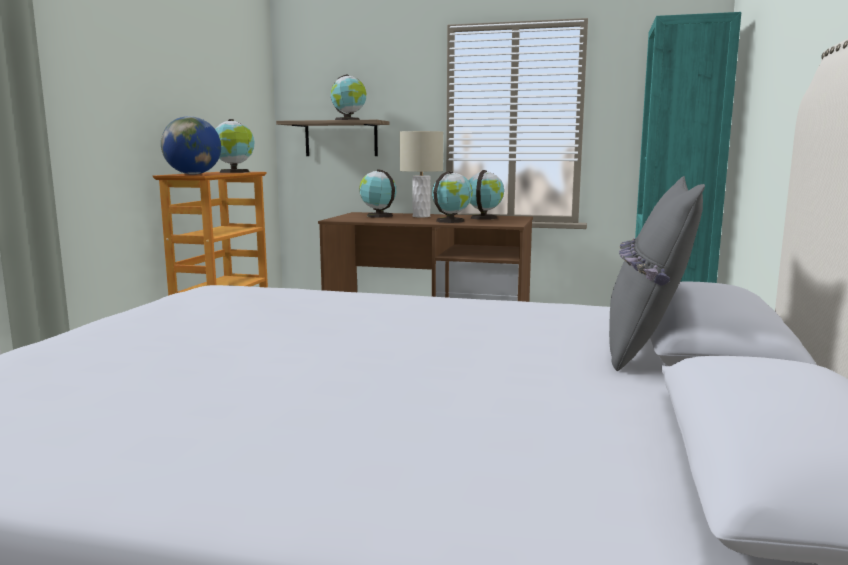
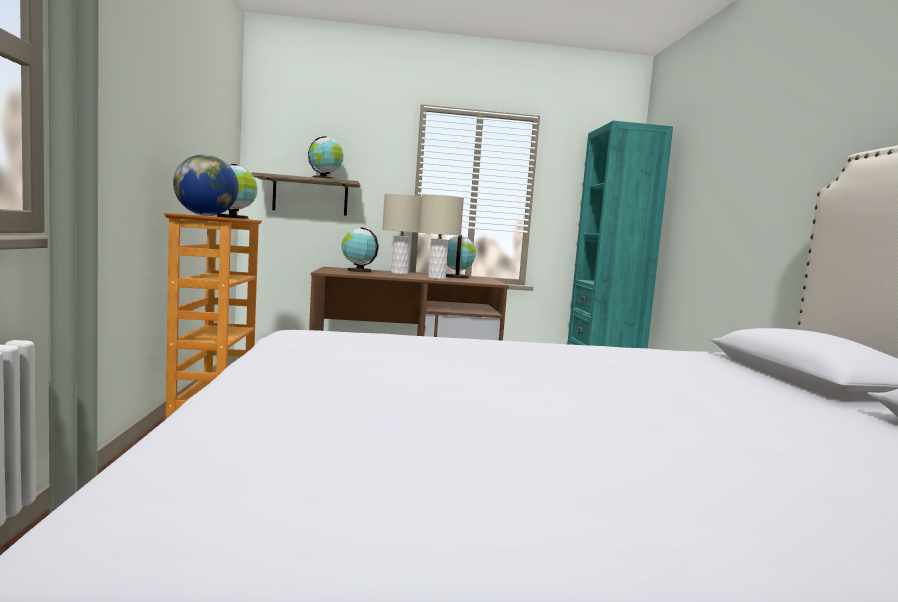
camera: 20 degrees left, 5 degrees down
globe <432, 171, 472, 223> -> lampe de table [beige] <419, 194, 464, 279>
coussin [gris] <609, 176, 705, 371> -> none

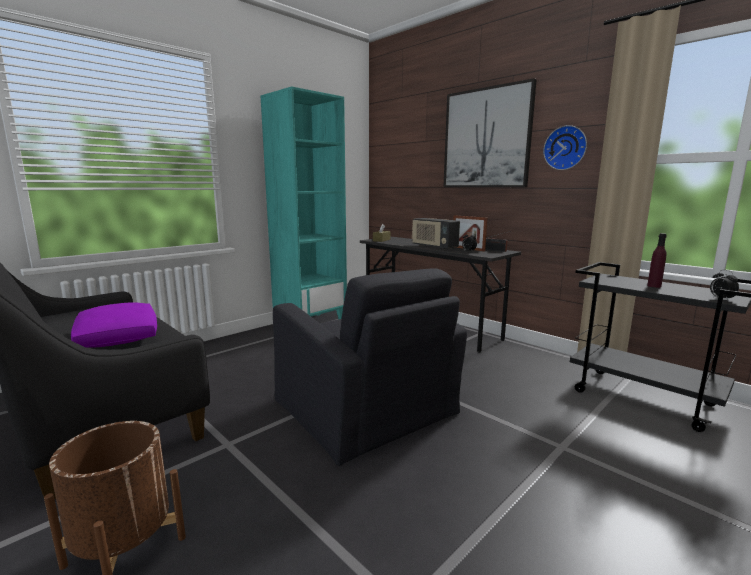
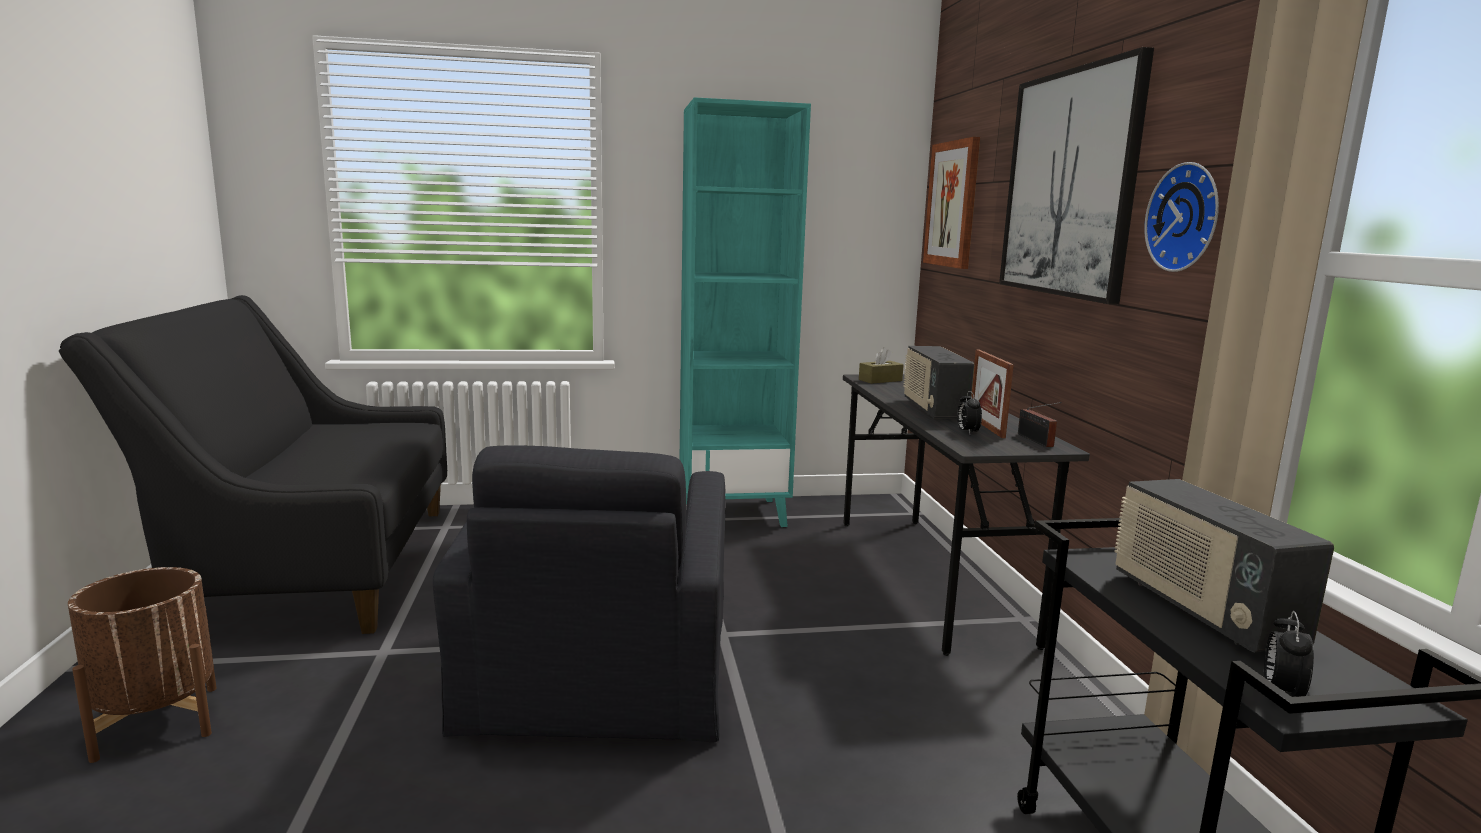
camera: 35 degrees right, 0 degrees up
coussin [violet] <71, 302, 157, 348> -> none
bouteille [violet] <647, 233, 667, 288> -> radio <1114, 479, 1334, 652>
none -> tableau <923, 137, 980, 269>

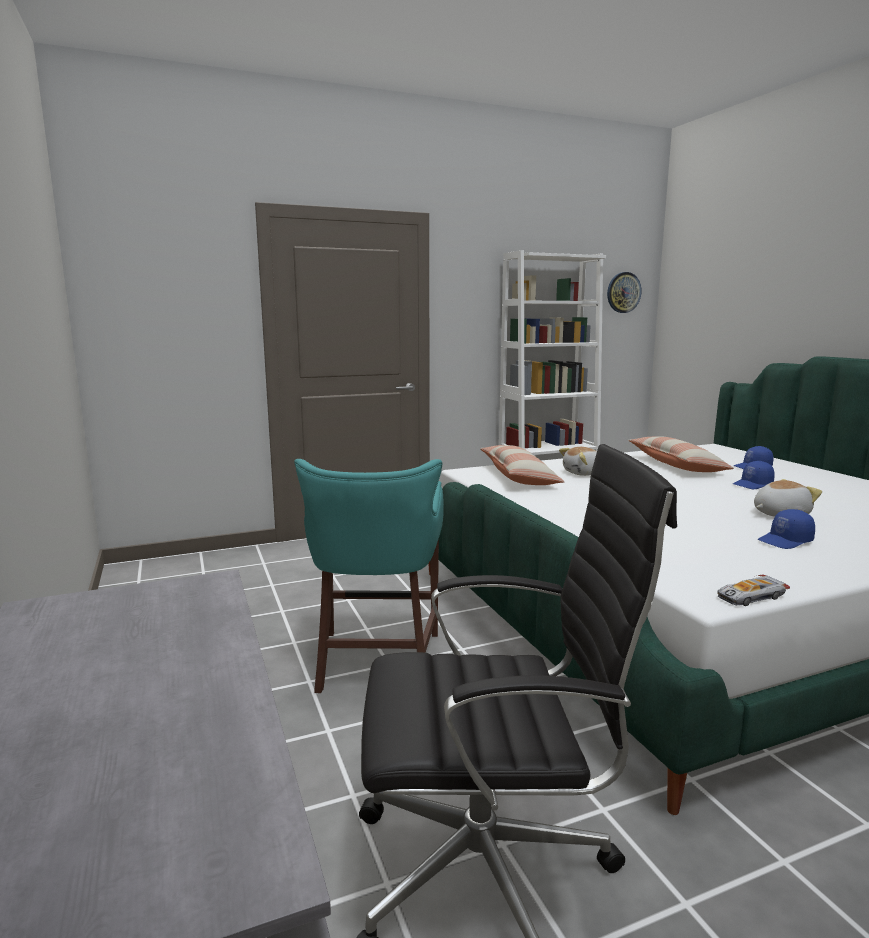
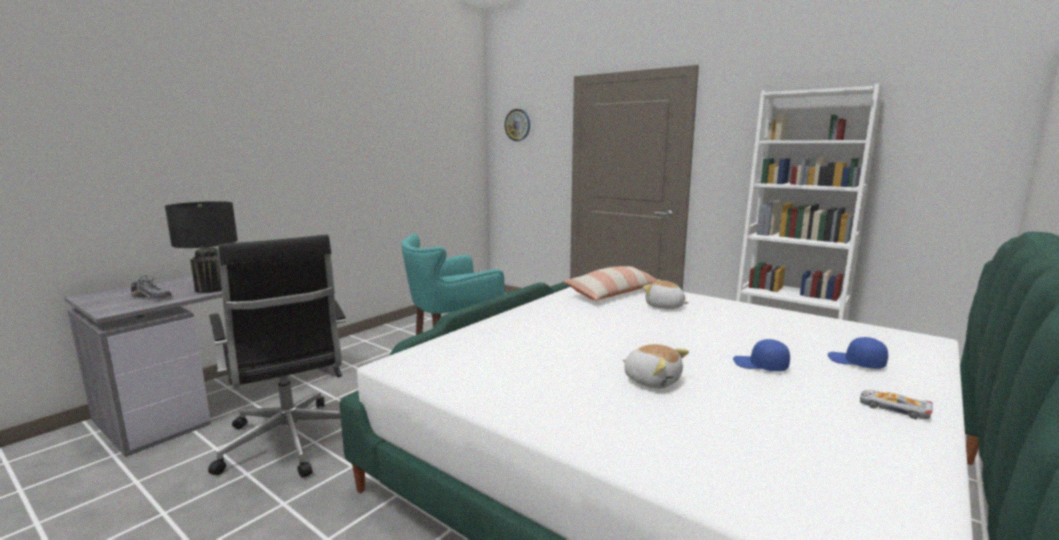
camera: 60 degrees right, 0 degrees up
horloge murale <607, 272, 642, 313> -> horloge murale <505, 109, 530, 141>, shifted
coussin <628, 436, 734, 472> -> none
petite voiture <717, 574, 790, 606> -> petite voiture <860, 390, 933, 419>, shifted
casquette [bleu] <758, 509, 815, 549> -> none
none -> chaussure <131, 275, 171, 300>
none -> lampe de table [noir] <165, 201, 238, 293>

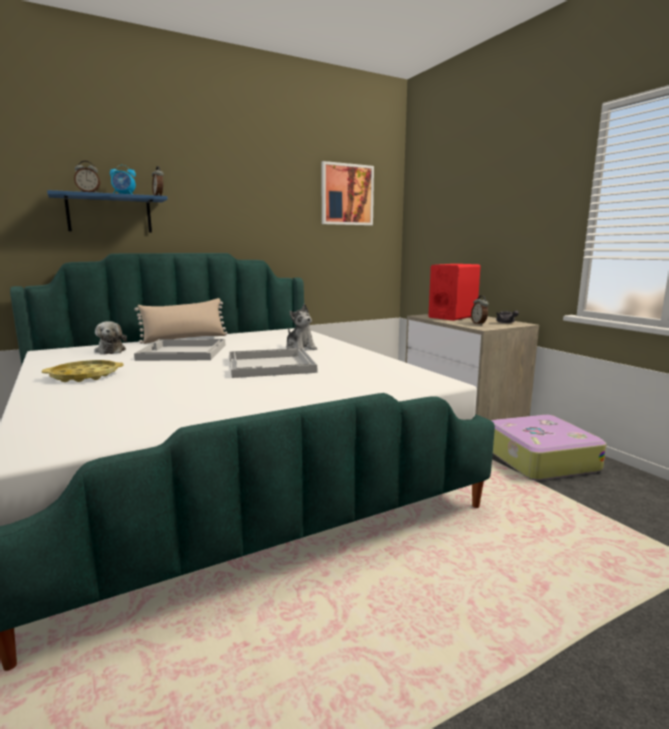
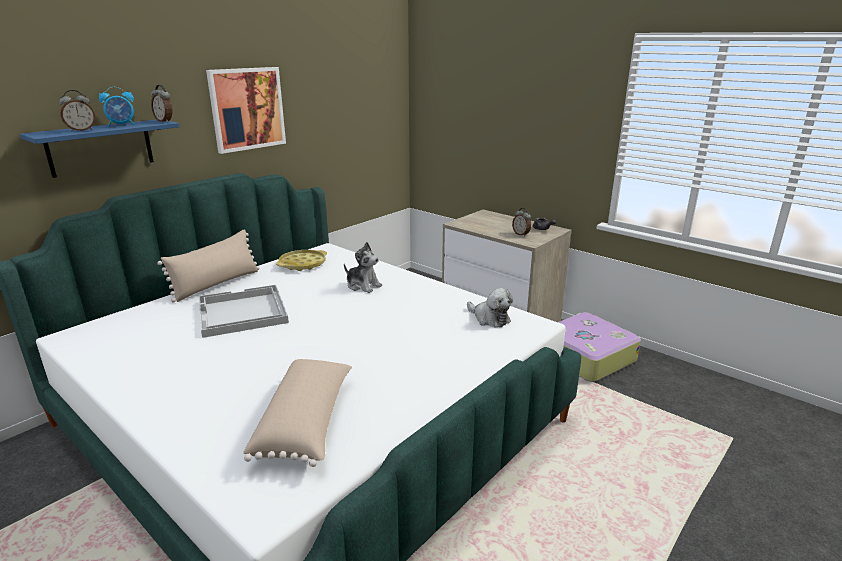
camera: 20 degrees left, 10 degrees up
plateau [jaune] <42, 360, 124, 382> -> plateau [jaune] <276, 250, 327, 271>, shifted
peluche <94, 321, 127, 354> -> peluche <467, 288, 513, 328>, shifted
plateau [blanc] <229, 348, 317, 378> -> none
tableau <321, 161, 374, 226> -> tableau <206, 67, 286, 154>, shifted
enceinte [rouge] <428, 264, 481, 321> -> none
none -> coussin [beige] <243, 359, 352, 467>

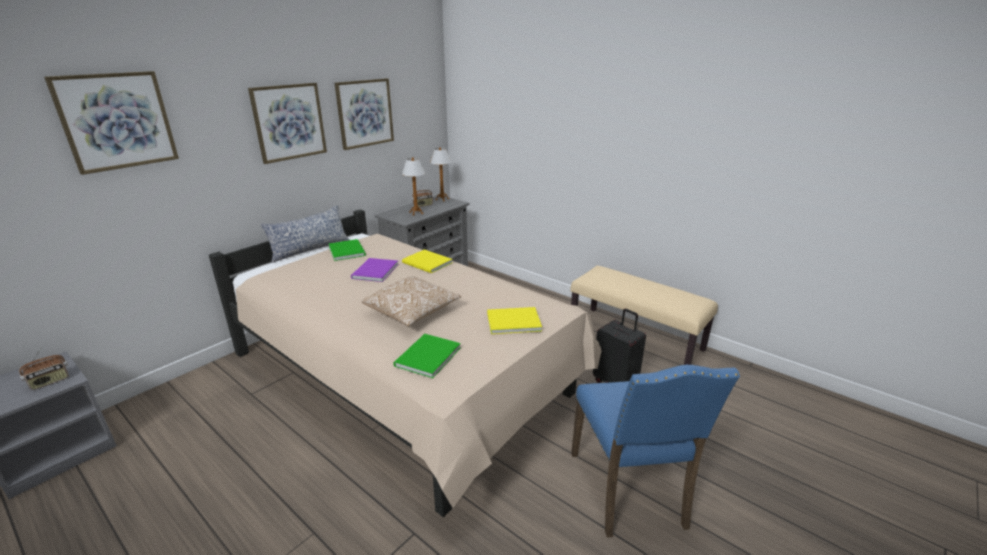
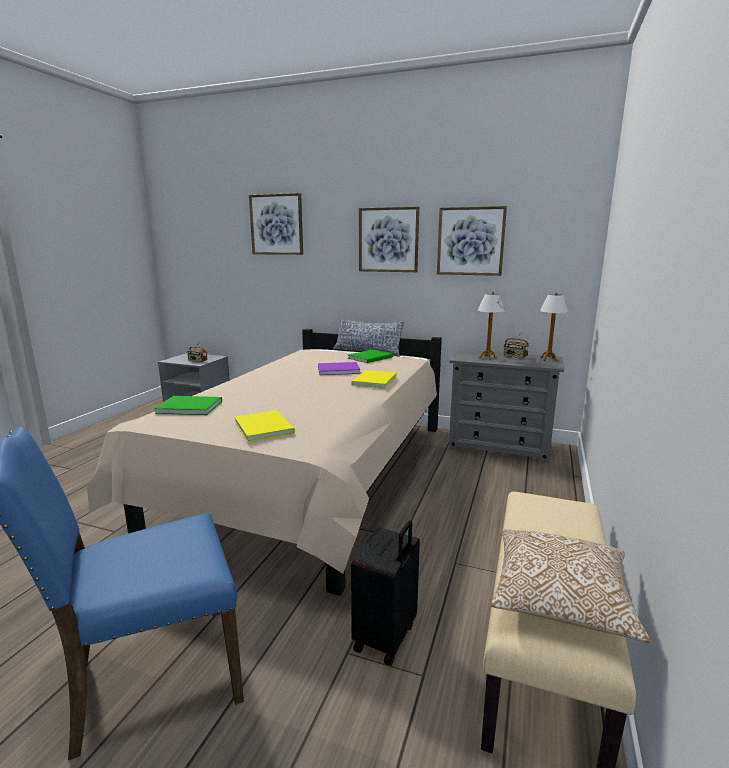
camera: 70 degrees right, 10 degrees down
coussin <362, 276, 461, 326> -> coussin <491, 529, 651, 644>, shifted

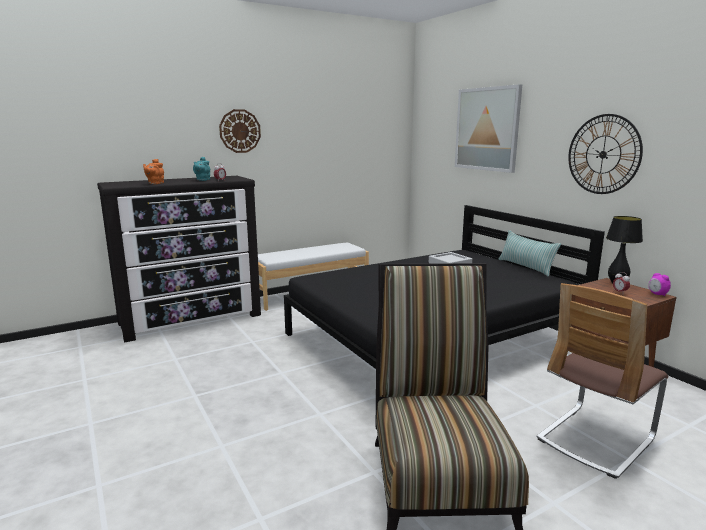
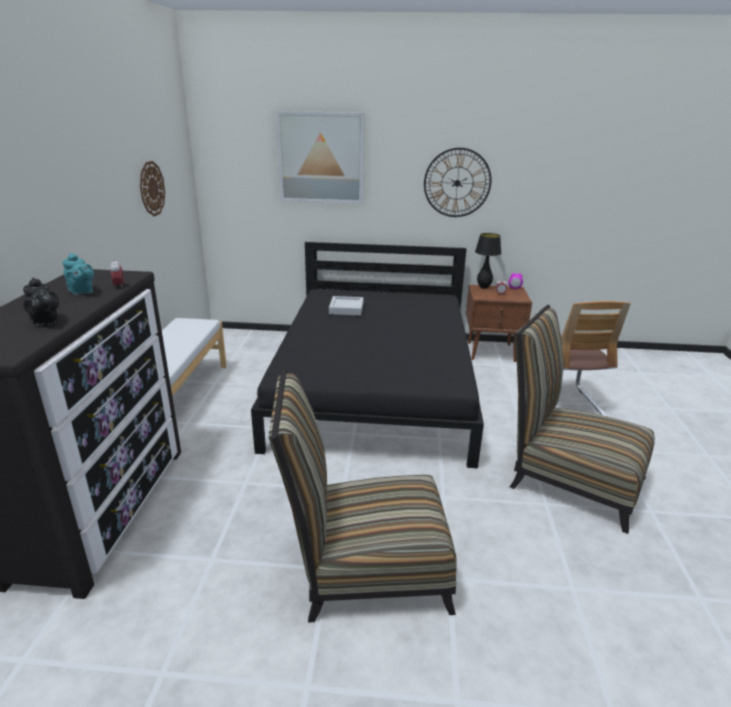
camera: 55 degrees left, 10 degrees up
théière [orange] <143, 159, 164, 184> -> théière [noir] <23, 278, 59, 326>
horloge murale <219, 109, 261, 153> -> horloge murale <140, 161, 165, 216>, shifted
coussin <498, 230, 561, 277> -> none
none -> chaise <269, 369, 457, 622>

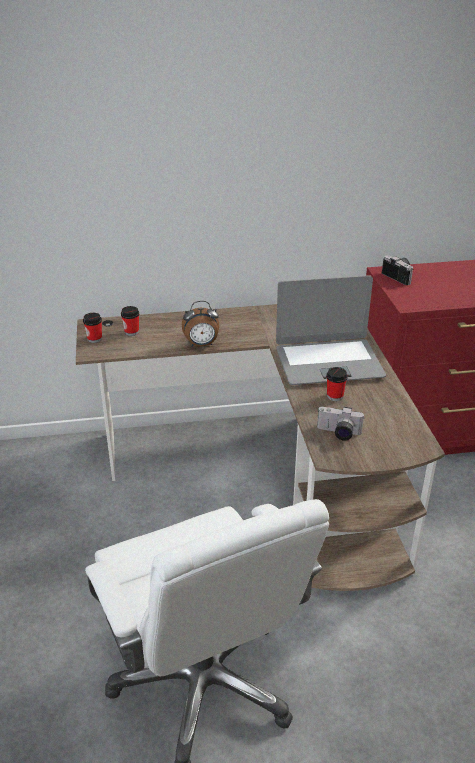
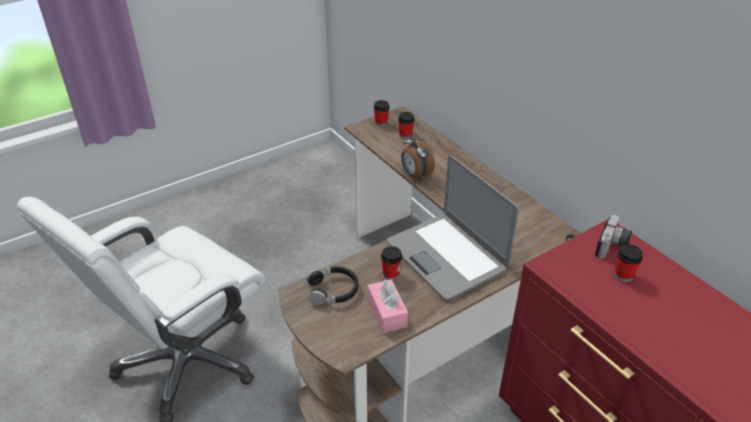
camera: 65 degrees right, 5 degrees up
appareil photo <317, 407, 365, 441> -> casque audio [noir] <306, 267, 358, 305>
none -> boîte à mouchoirs [rose] <368, 279, 408, 333>
none -> tasse <614, 244, 643, 282>

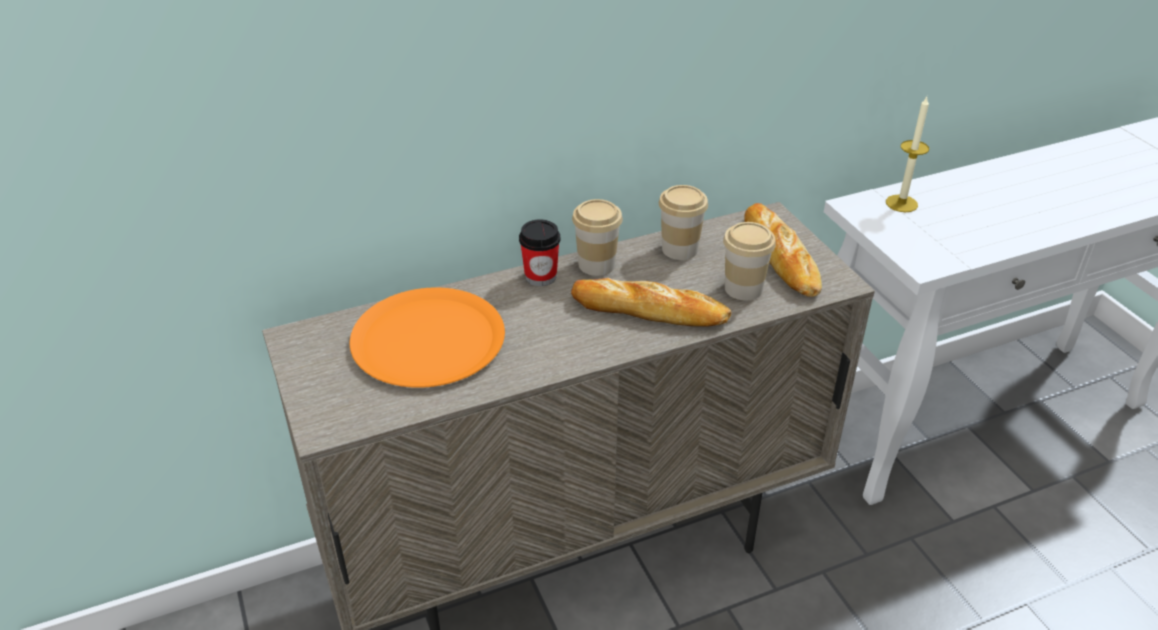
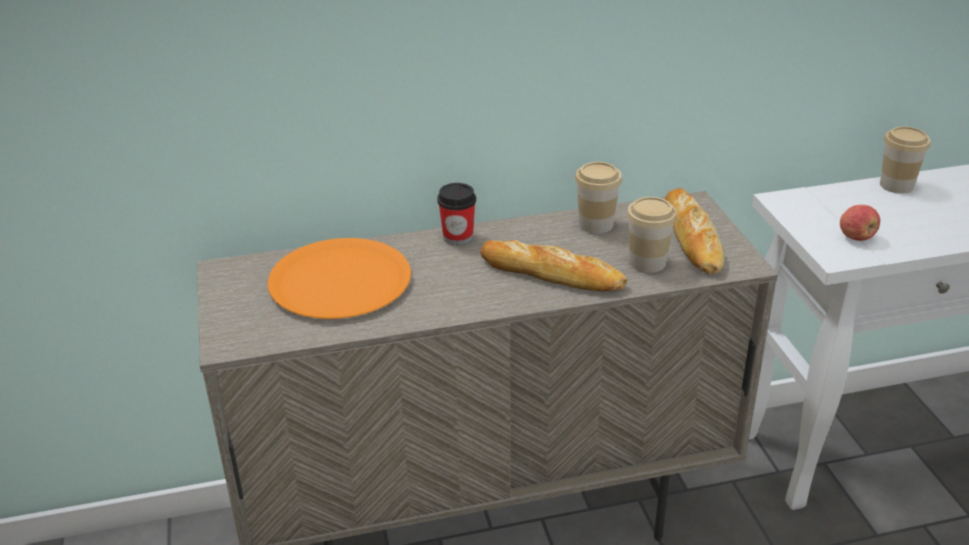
camera: 10 degrees right, 5 degrees down
tasse <572, 199, 623, 276> -> tasse <880, 126, 930, 194>, shifted
bougie <886, 97, 929, 212> -> none
none -> pomme <840, 205, 880, 241>

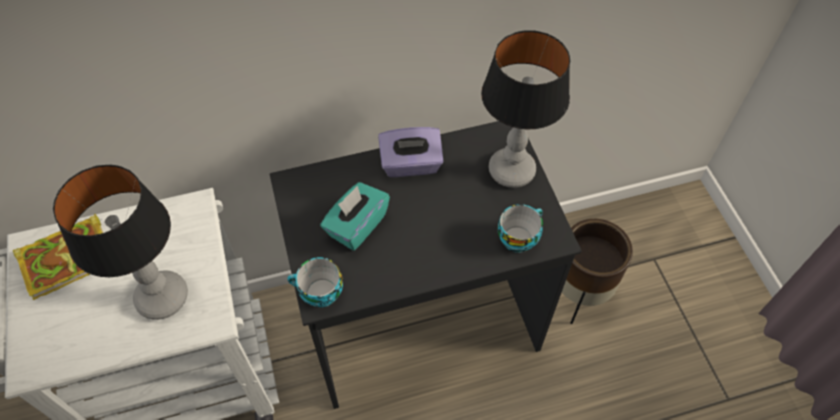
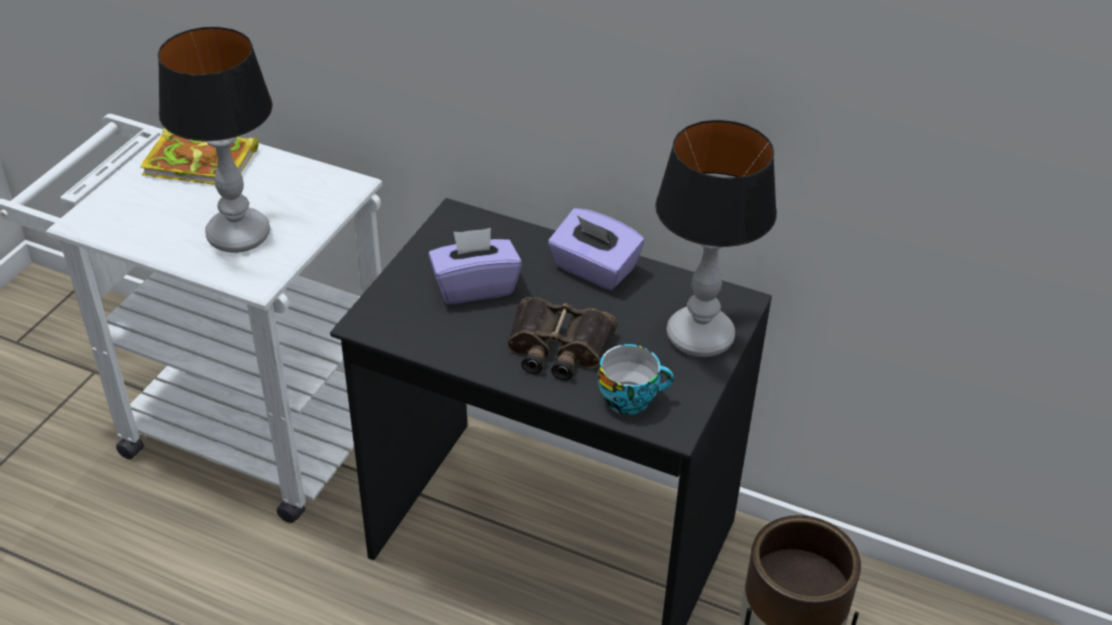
camera: 40 degrees right, 15 degrees down
tasse <287, 257, 343, 307> -> none
boîte à mouchoirs [turquoise] <320, 182, 390, 251> -> boîte à mouchoirs [violet] <428, 228, 522, 304>
none -> jumelles <507, 297, 617, 380>

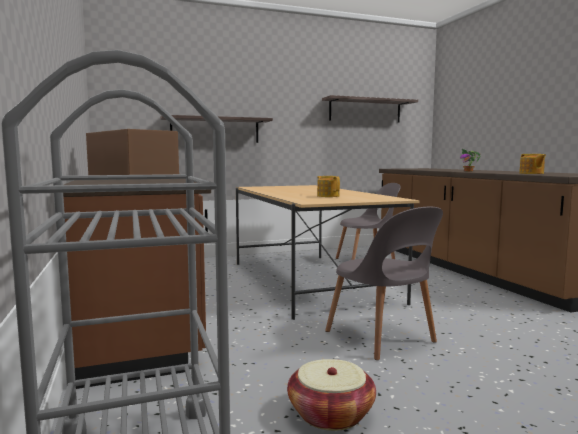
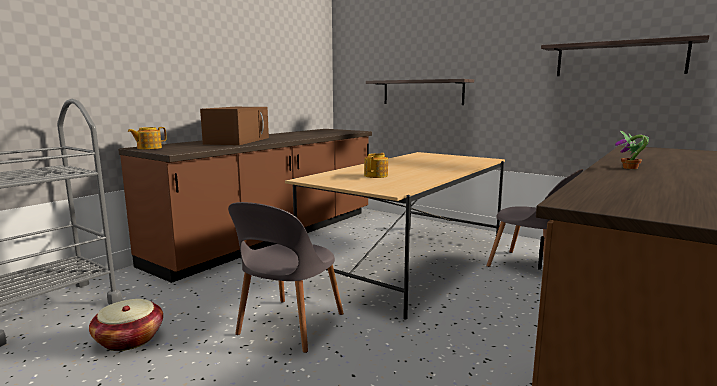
camera: 55 degrees right, 5 degrees up
théière <519, 154, 546, 174> -> théière <128, 127, 167, 149>, shifted

